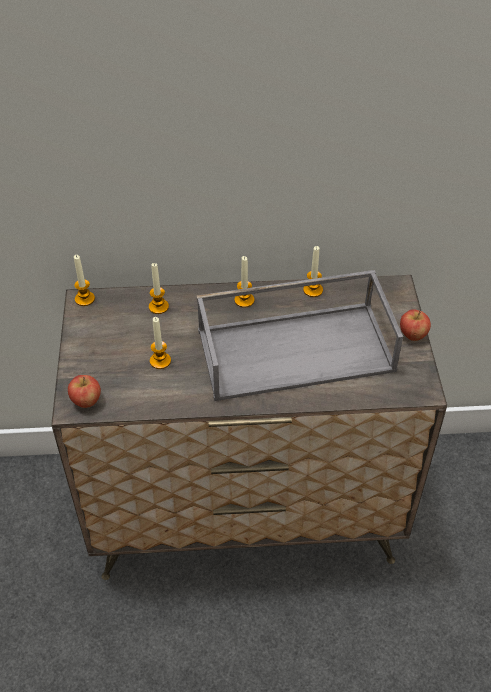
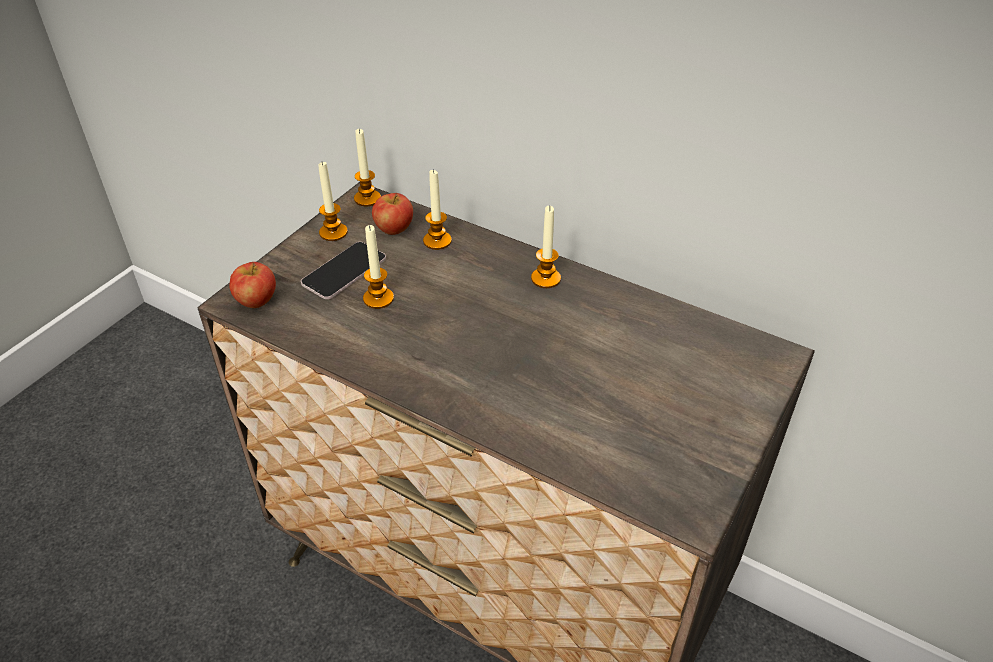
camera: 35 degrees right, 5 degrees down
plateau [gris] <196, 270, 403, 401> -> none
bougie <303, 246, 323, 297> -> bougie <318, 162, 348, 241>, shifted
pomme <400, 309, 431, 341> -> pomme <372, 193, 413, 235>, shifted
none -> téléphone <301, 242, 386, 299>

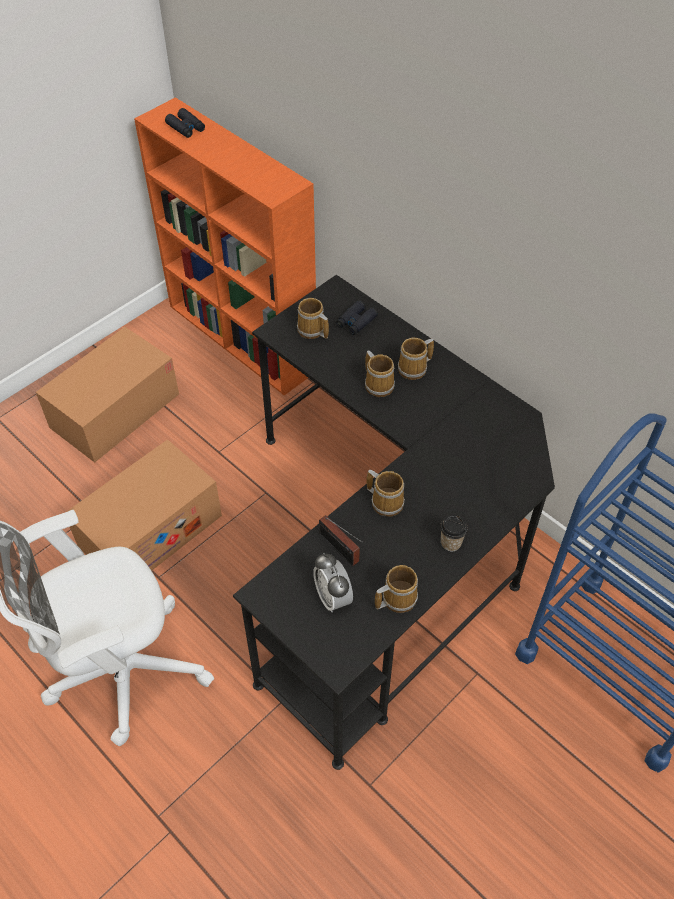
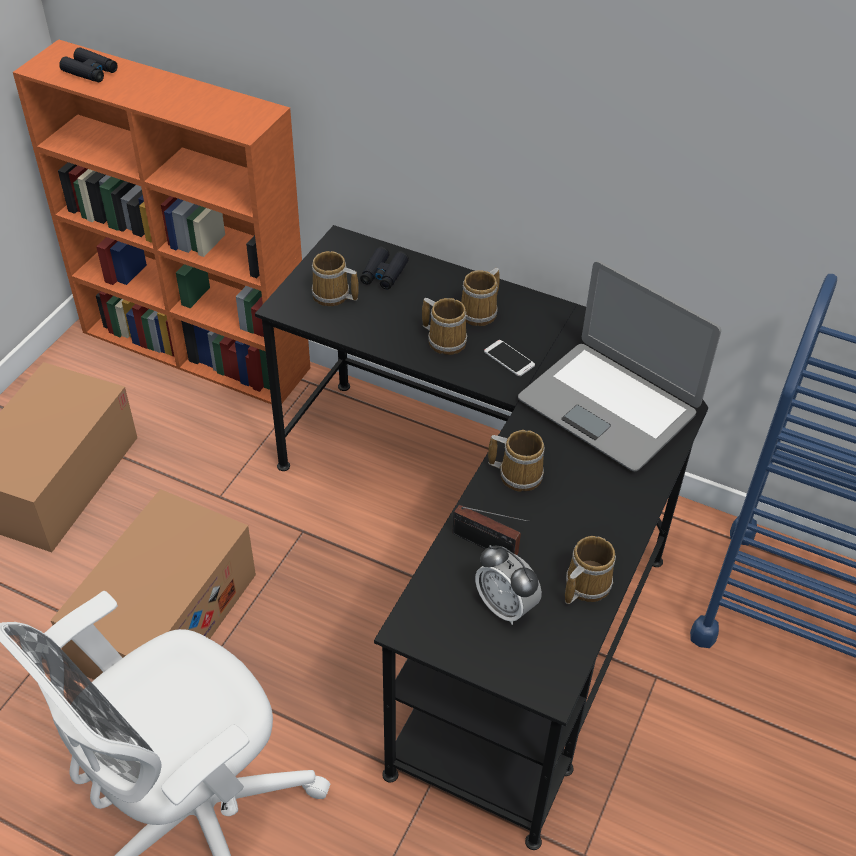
camera: 20 degrees left, 5 degrees down
tasse <440, 515, 468, 552> -> none
none -> téléphone <484, 340, 535, 376>
none -> ordinateur portable <518, 261, 721, 471>

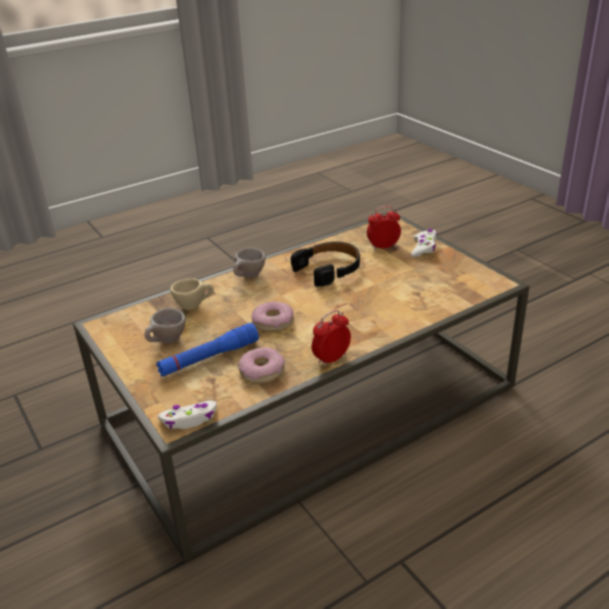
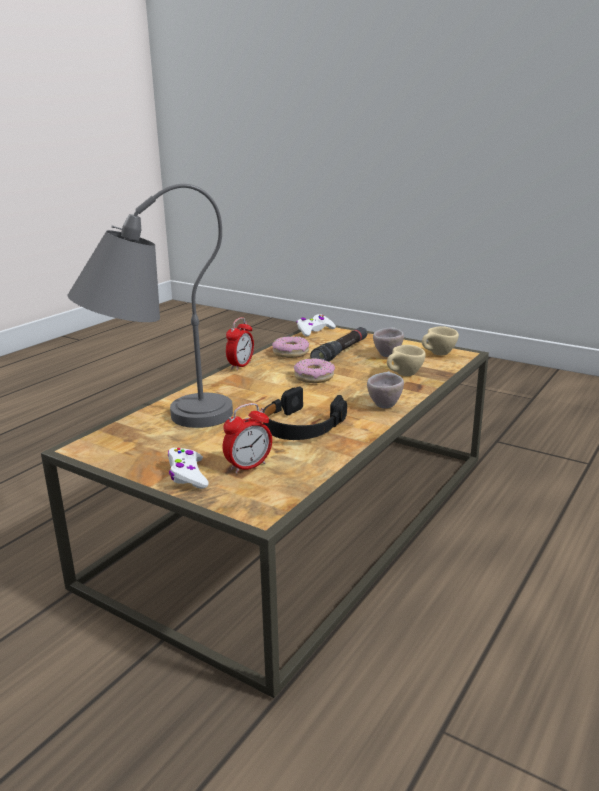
camera: 155 degrees right, 10 degrees down
lampe de poche [bleu] <156, 323, 259, 376> -> lampe de poche [noir] <310, 327, 367, 361>
none -> lampe de table [gris] <67, 184, 233, 428>
none -> tasse [beige] <422, 326, 459, 355>

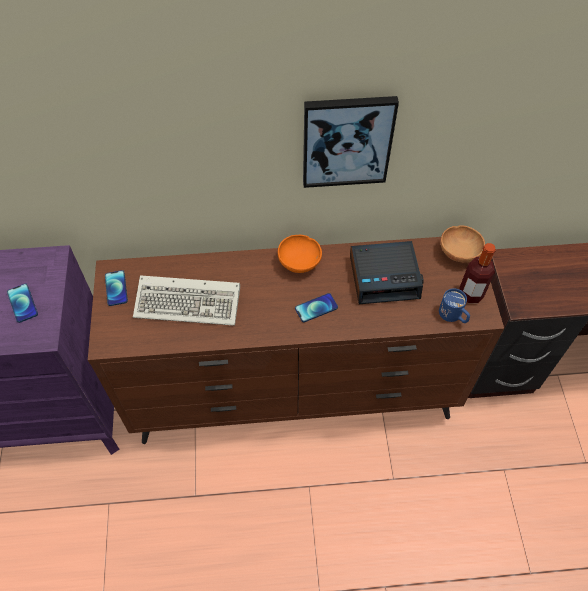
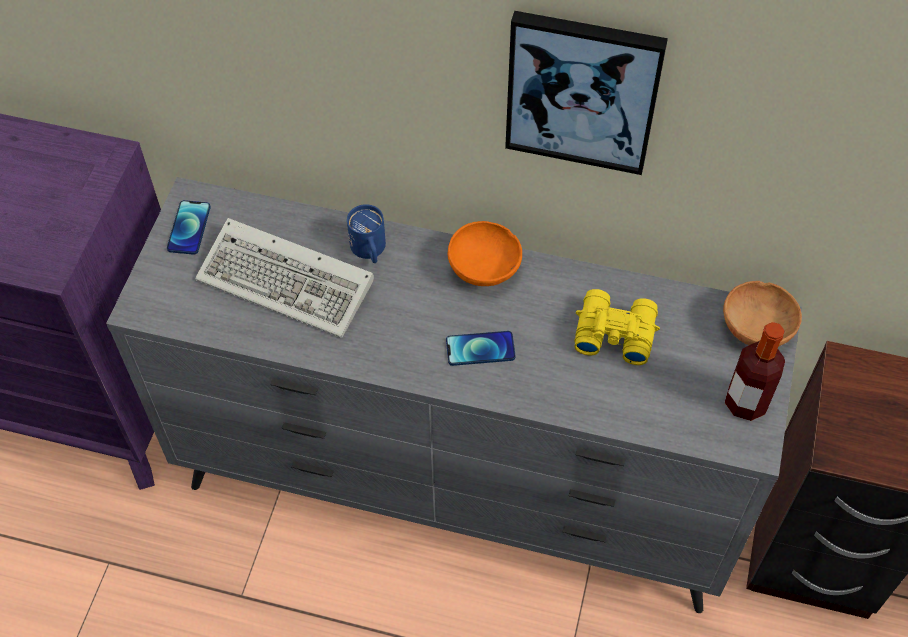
camera: 20 degrees right, 0 degrees up
téléphone <7, 284, 38, 323> -> none
commode [marron] <88, 237, 504, 444> -> commode [gris] <106, 177, 802, 613>
réveil <350, 241, 424, 304> -> jumelles [jaune] <574, 289, 660, 365>
mug [bleu] <439, 288, 470, 323> -> mug [bleu] <347, 204, 386, 263>, shifted

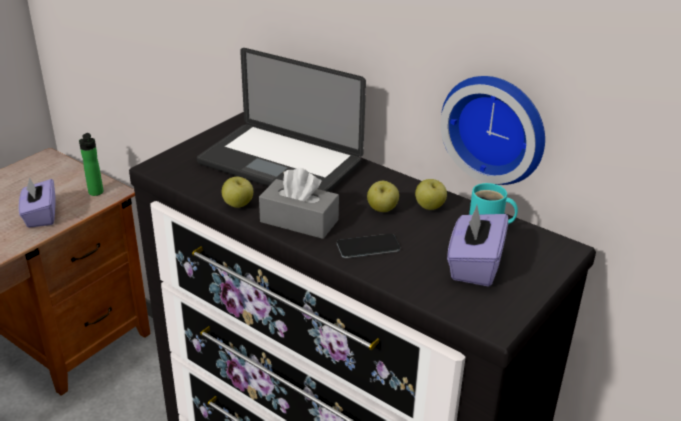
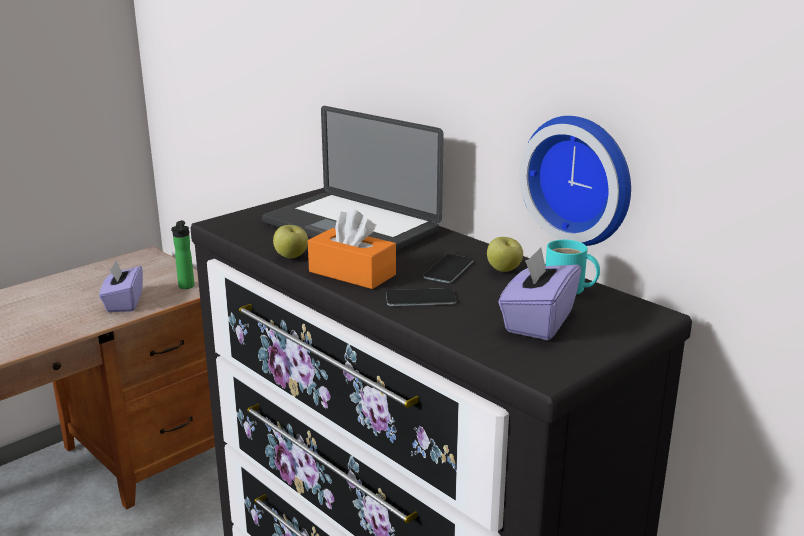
camera: 10 degrees right, 10 degrees down
boîte à mouchoirs [gris] <259, 168, 339, 239> -> boîte à mouchoirs [orange] <308, 209, 396, 289>
pomme <367, 181, 399, 212> -> téléphone <423, 254, 473, 283>

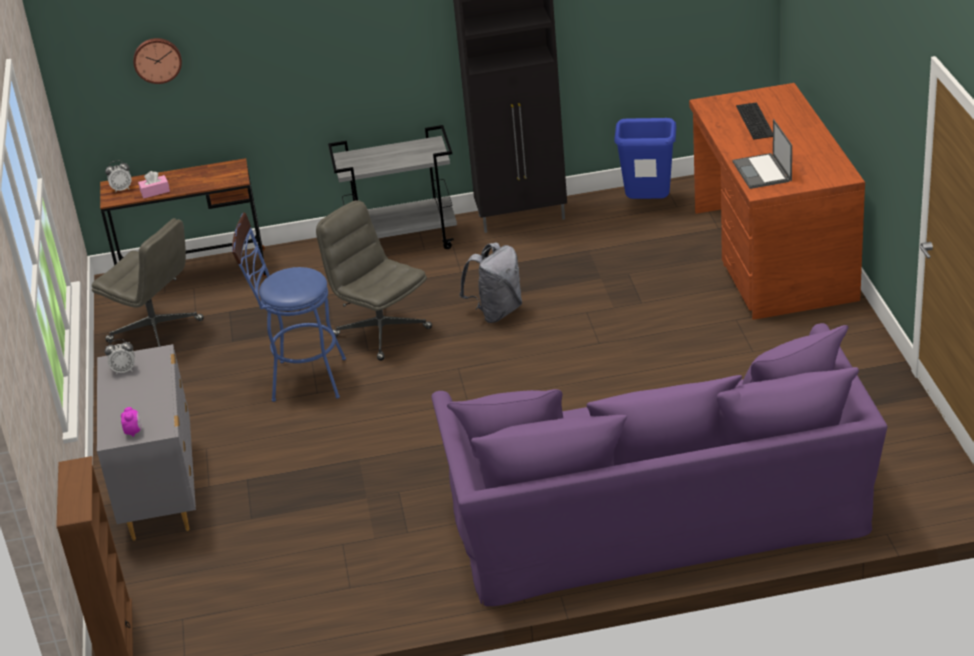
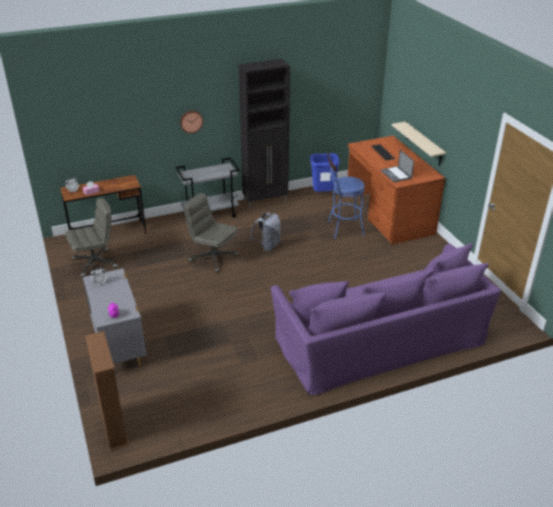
camera: 15 degrees left, 0 degrees up
chaise de bureau [gris] <92, 218, 204, 347> -> chaise de bureau [gris] <65, 198, 118, 277>, 45 degrees counterclockwise
horloge murale <133, 38, 182, 84> -> horloge murale <180, 111, 203, 133>, shifted
tabouret [bleu] <232, 212, 346, 402> -> tabouret [bleu] <327, 151, 365, 239>, shifted
none -> étagère [beige] <392, 121, 446, 166>

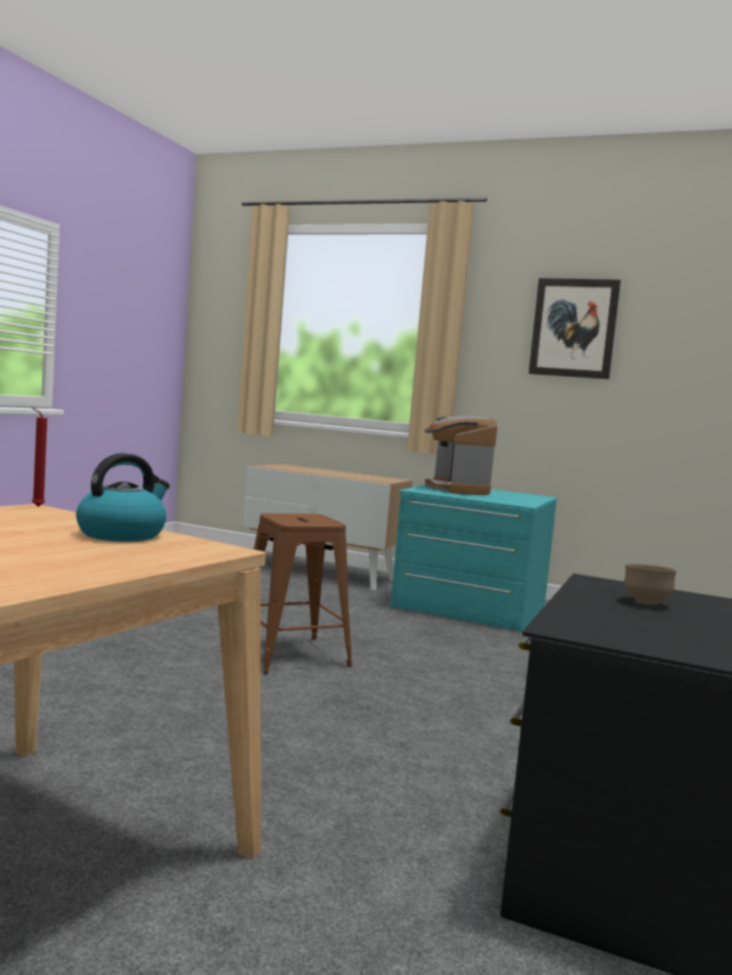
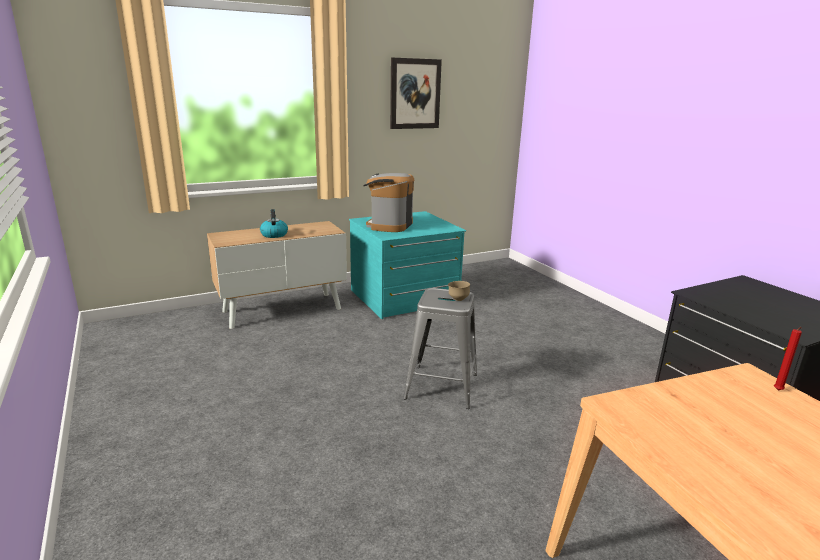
camera: 50 degrees left, 15 degrees up
bougie [rouge] <31, 407, 47, 507> -> bougie [rouge] <774, 327, 802, 390>, shifted
bouilloire <76, 453, 170, 542> -> bouilloire <260, 209, 288, 238>, shifted
tabouret [marron] <254, 513, 352, 674> -> tabouret [gris] <404, 288, 477, 409>
machine à café <425, 416, 497, 495> -> machine à café <363, 173, 414, 232>, 75 degrees clockwise
bol [marron] <624, 564, 677, 605> -> bol [marron] <448, 281, 470, 301>, shifted

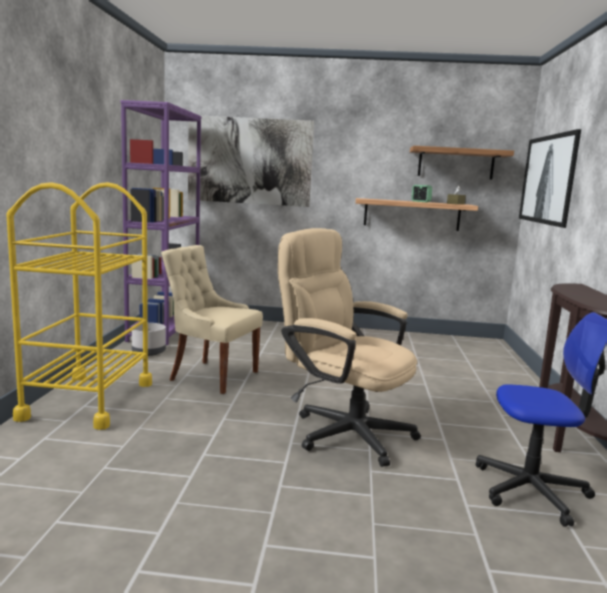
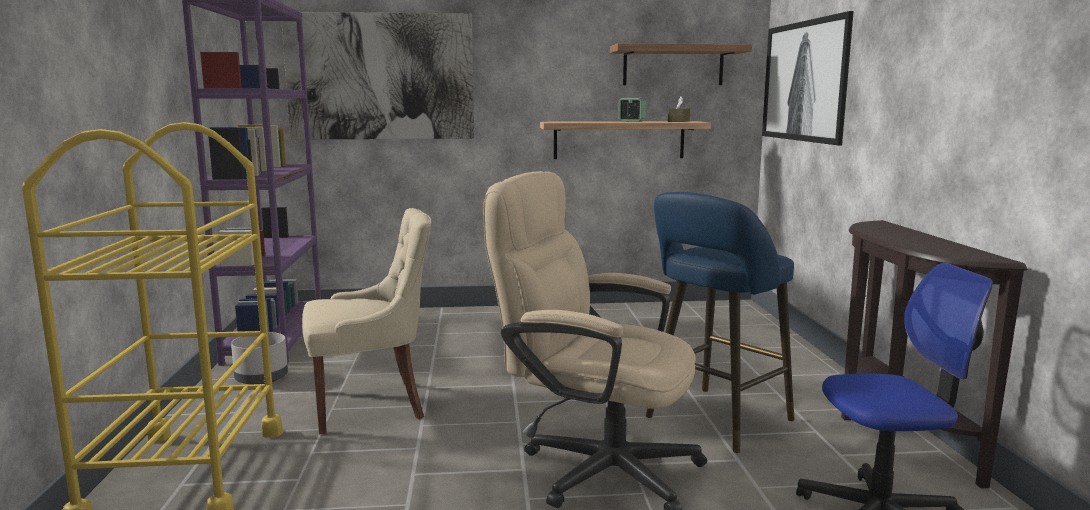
camera: 10 degrees left, 0 degrees up
chaise [beige] <161, 245, 263, 394> -> chaise [beige] <302, 208, 431, 434>, 150 degrees clockwise
none -> tabouret [bleu] <646, 192, 795, 453>

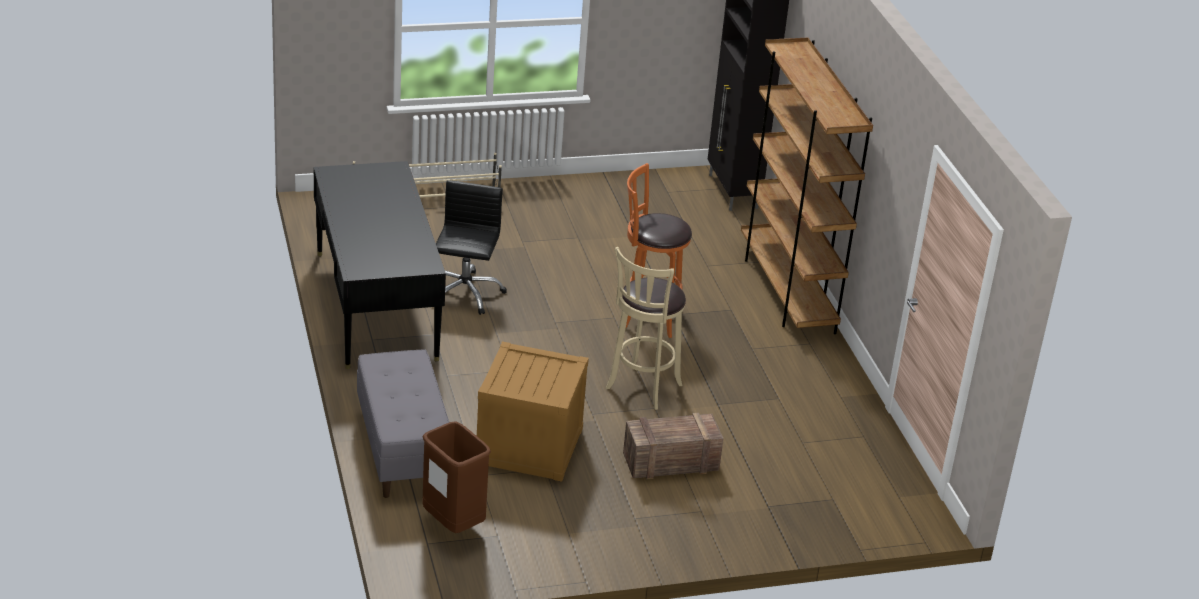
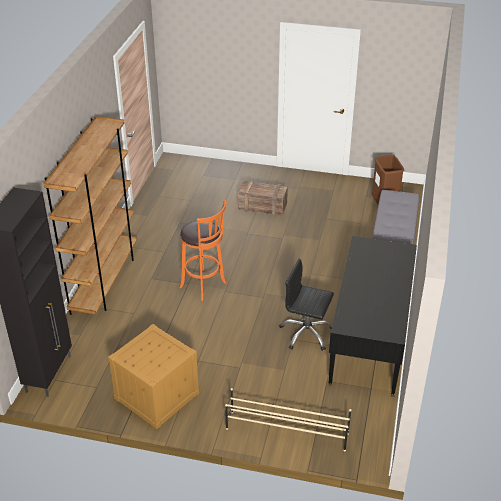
camera: 150 degrees left, 5 degrees up
chaise de bureau [noir] <436, 180, 507, 315> -> chaise de bureau [noir] <279, 259, 334, 351>, 75 degrees clockwise
caisse <477, 341, 589, 482> -> caisse <108, 324, 199, 429>, shifted
tabouret [beige] <606, 247, 686, 410> -> none

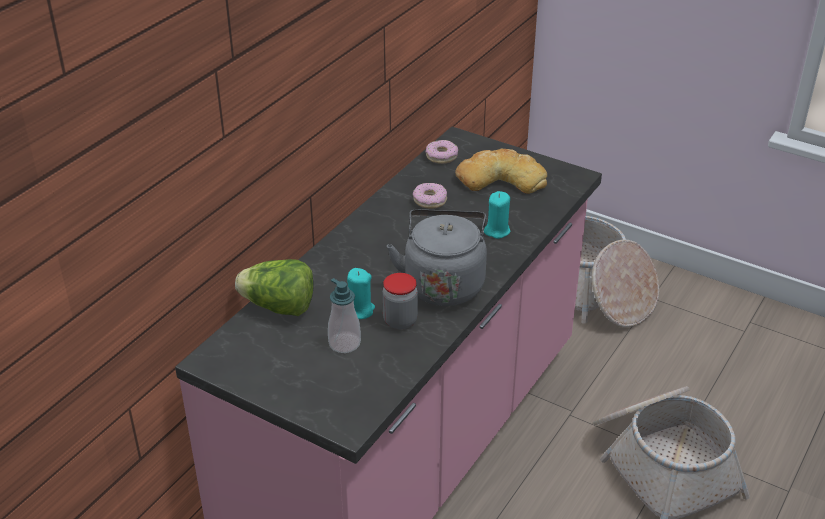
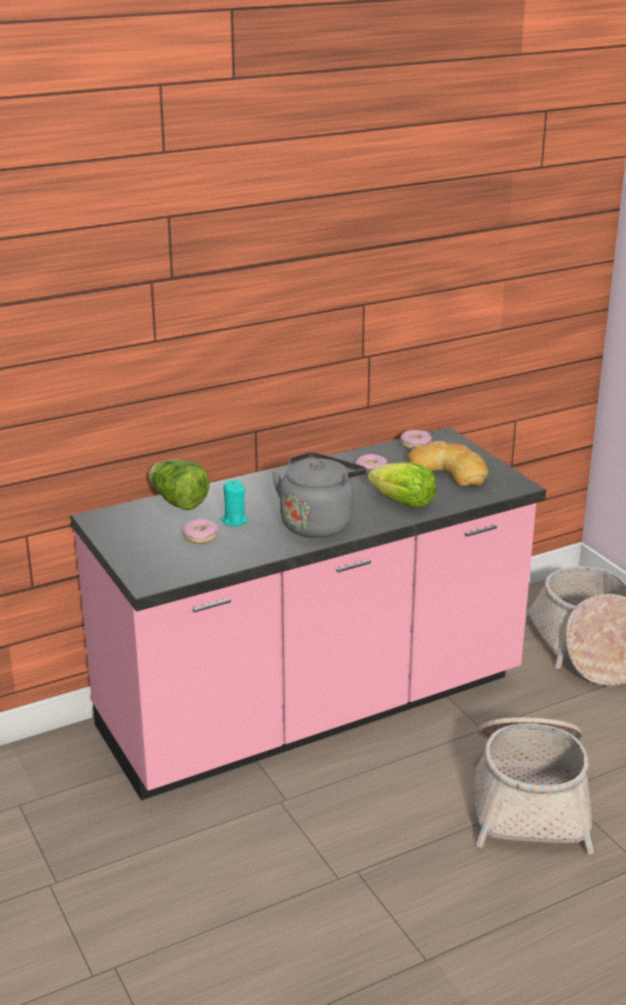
camera: 30 degrees right, 10 degrees down
distributeur de savon <328, 278, 361, 353> -> beignet <182, 518, 218, 544>
bocal <382, 273, 418, 329> -> none
bougie [turquoise] <484, 191, 511, 239> -> laitue <368, 462, 436, 508>

